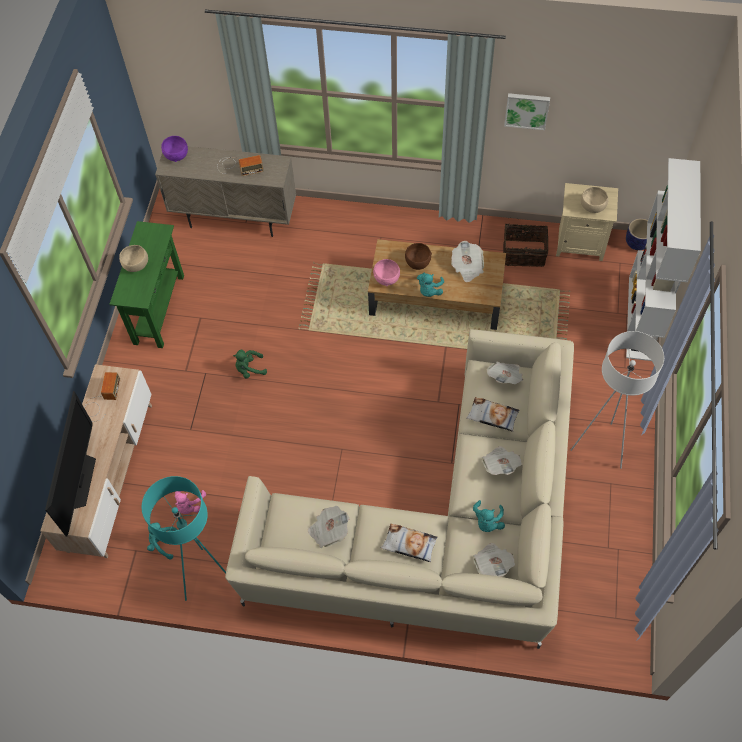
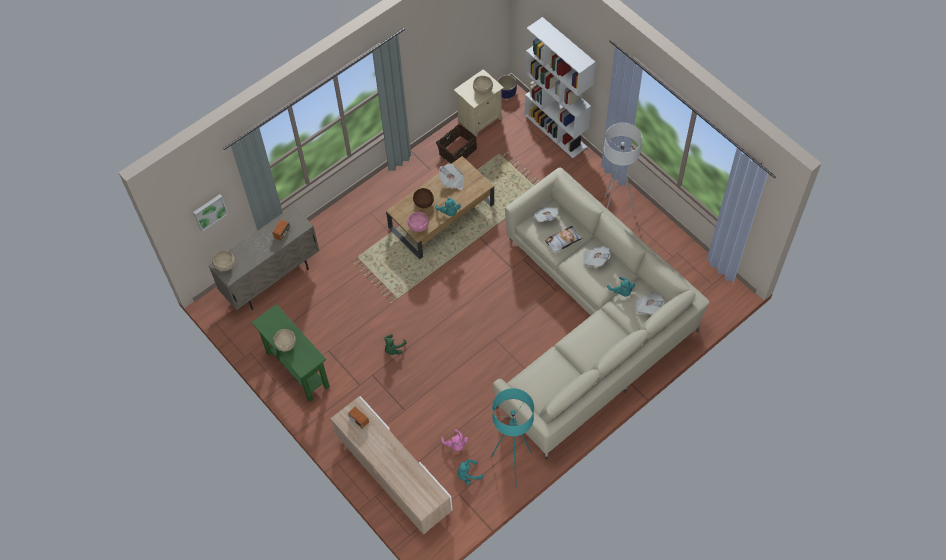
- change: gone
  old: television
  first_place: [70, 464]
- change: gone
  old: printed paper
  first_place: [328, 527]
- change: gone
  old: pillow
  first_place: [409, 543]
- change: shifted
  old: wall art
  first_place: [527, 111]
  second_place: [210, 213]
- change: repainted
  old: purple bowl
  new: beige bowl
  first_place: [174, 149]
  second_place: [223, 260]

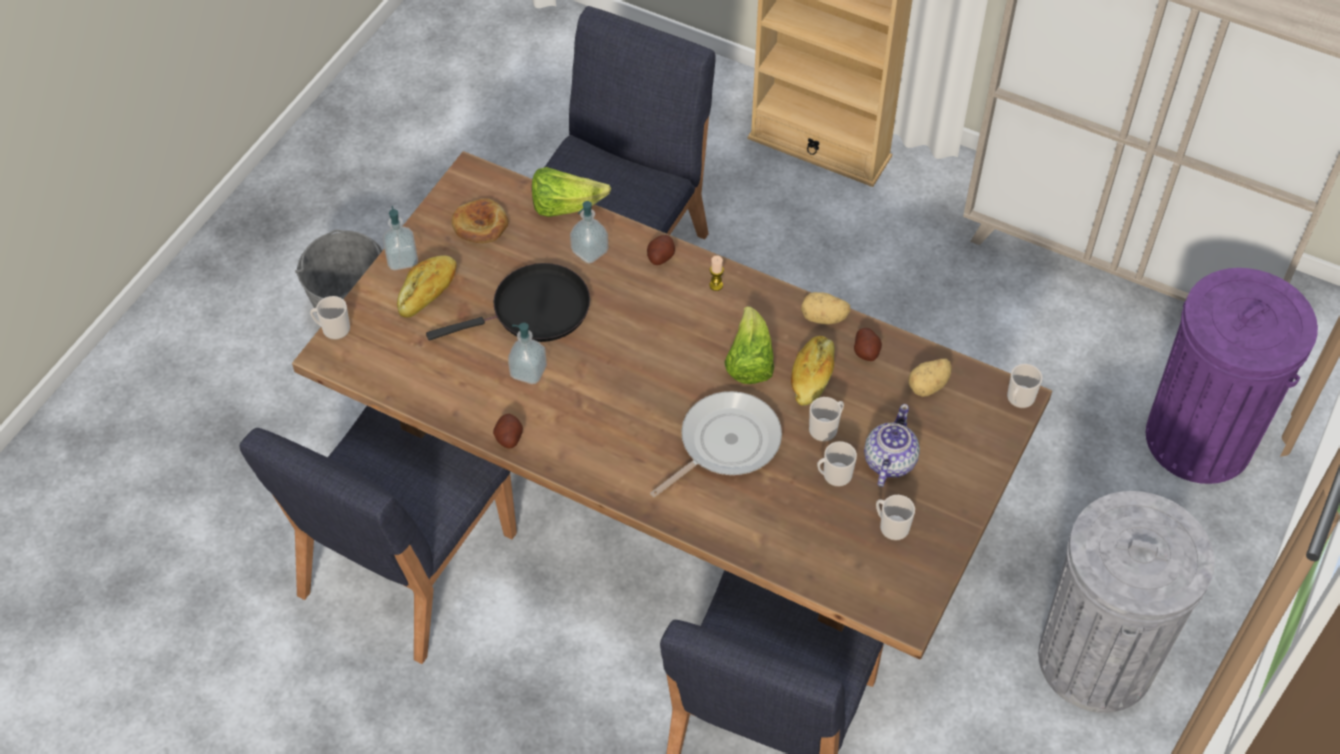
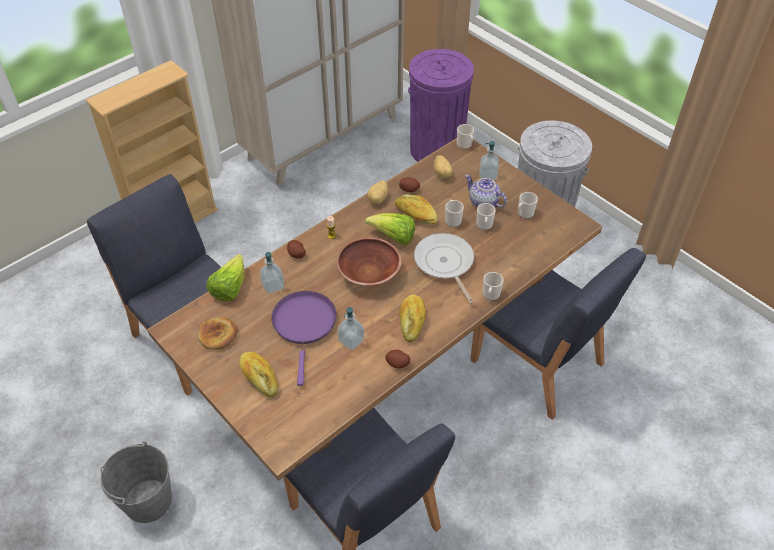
- change: new
  new: brown bowl
  second_place: [369, 261]
- change: new
  new: baked bread
  second_place: [412, 318]
- change: shifted
  old: coffee mug
  first_place: [330, 318]
  second_place: [493, 286]
- change: shifted
  old: soap bottle
  first_place: [400, 238]
  second_place: [489, 160]
- change: repainted
  old: black-coloured frying pan
  new: purple frying pan
  first_place: [508, 302]
  second_place: [304, 338]

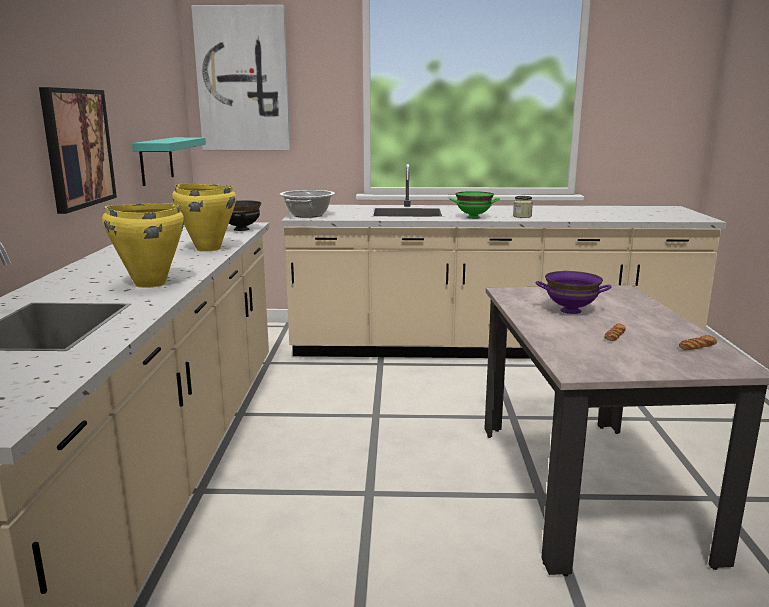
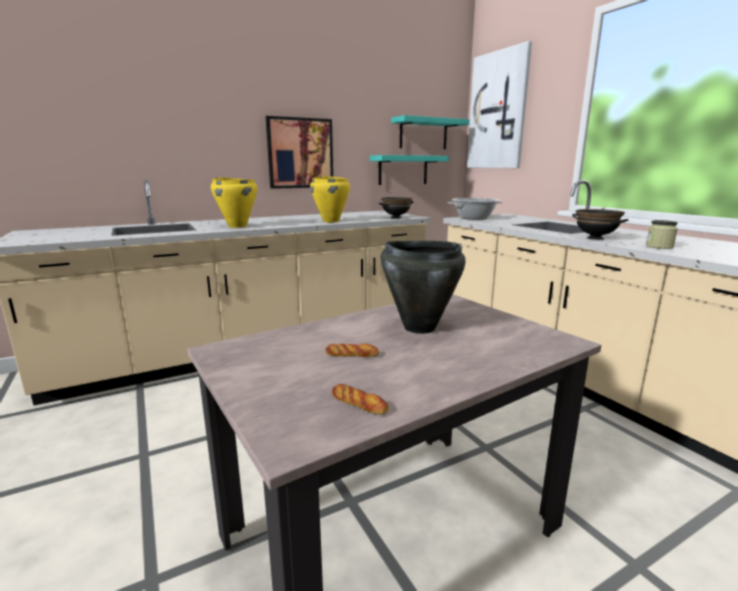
- change: new
  new: blue-green shelf
  second_place: [430, 132]
- change: swapped
  old: purple bowl
  new: black-coloured cooking pot
  first_place: [573, 292]
  second_place: [423, 287]
- change: repainted
  old: greenish bowl
  new: black-coloured bowl
  first_place: [474, 205]
  second_place: [600, 224]

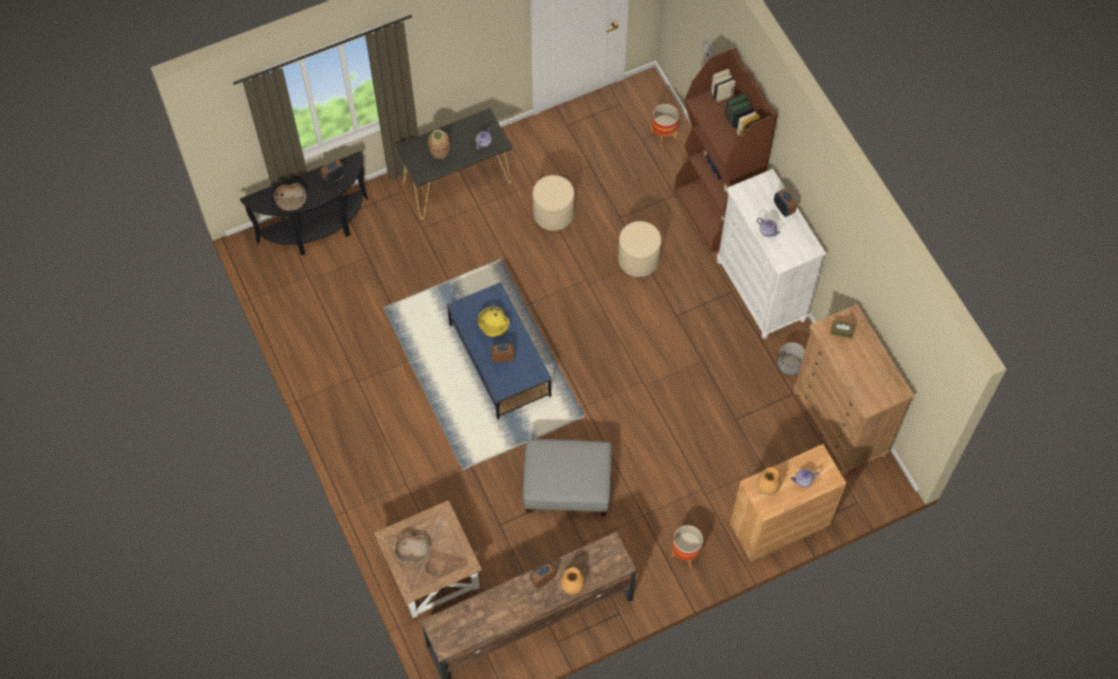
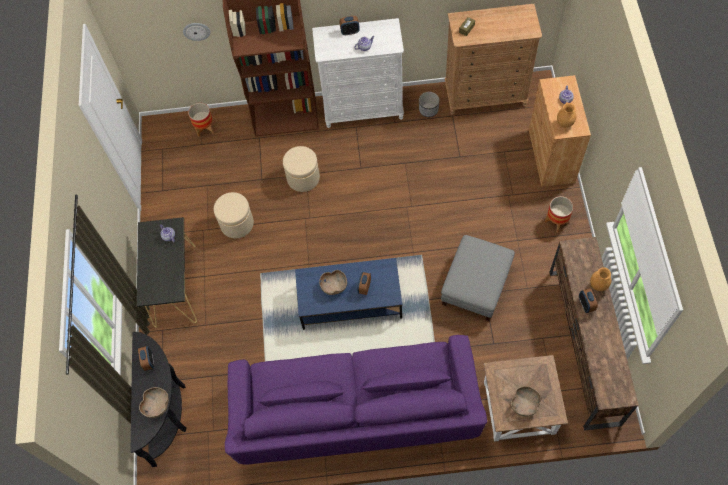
- change: gone
  old: decorative vase
  first_place: [439, 144]
- change: new
  new: purple couch
  second_place: [356, 400]
- change: repainted
  old: yellow-coloured bowl
  new: brown bowl
  first_place: [493, 322]
  second_place: [333, 282]

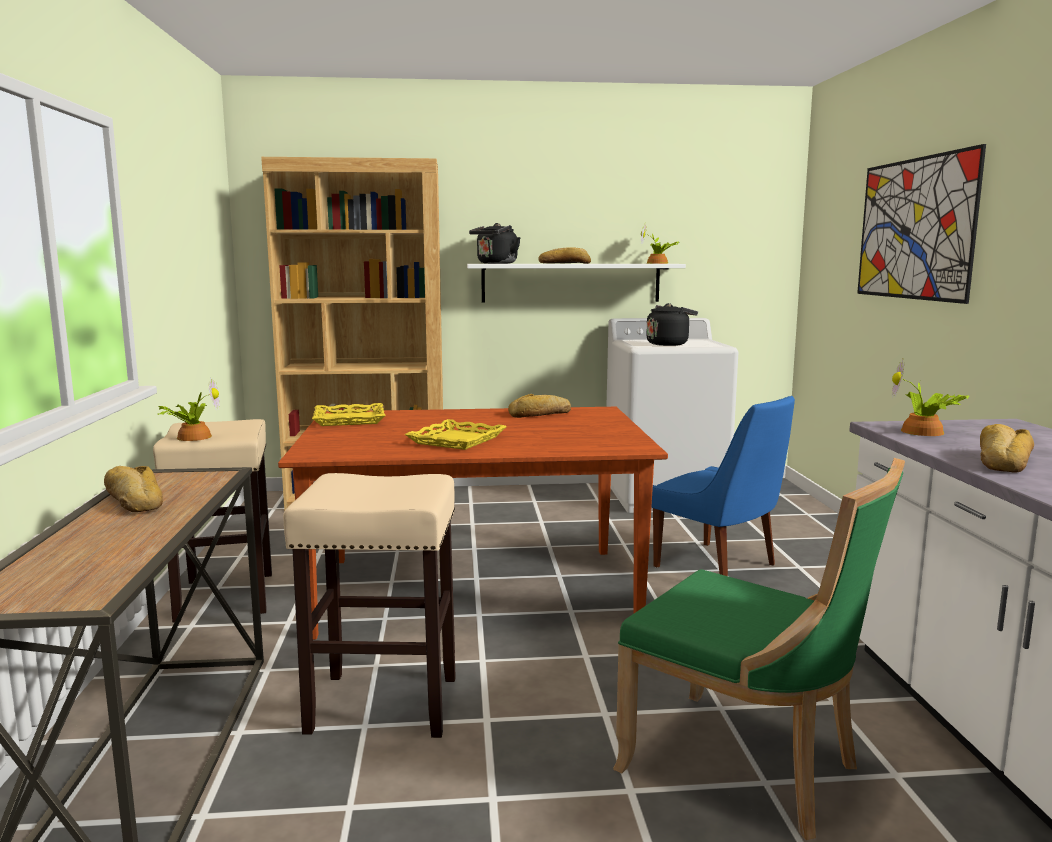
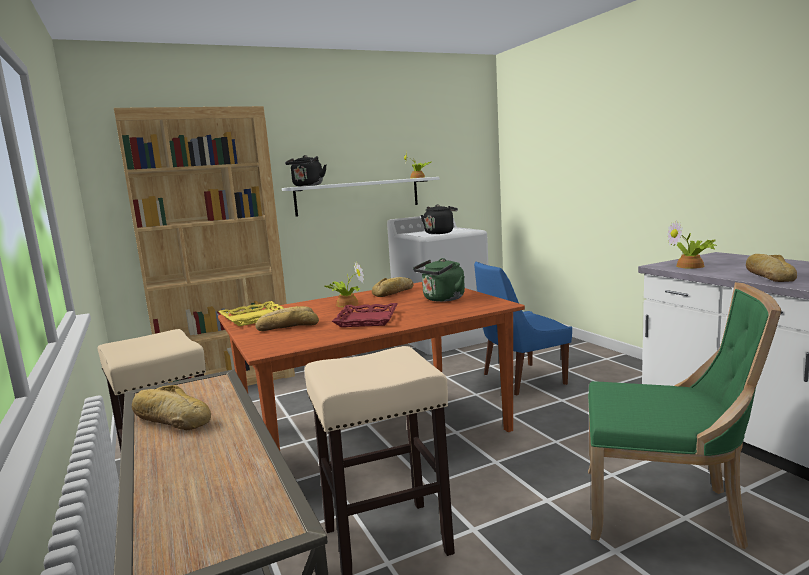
- change: gone
  old: wall art
  first_place: [921, 224]
- change: new
  new: greenish water kettle
  second_place: [439, 280]
- change: shifted
  old: plant in a pot
  first_place: [188, 409]
  second_place: [344, 284]
- change: shifted
  old: baked bread
  first_place: [565, 255]
  second_place: [287, 318]
- change: repainted
  old: yellow-coloured tray
  new: red tray
  first_place: [456, 434]
  second_place: [364, 315]
- change: rotated
  old: blue-coloured plain chair
  first_place: [723, 486]
  second_place: [523, 329]
  degrees: 135

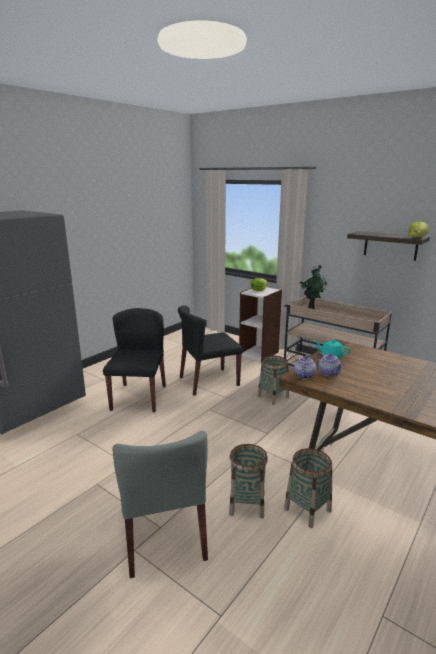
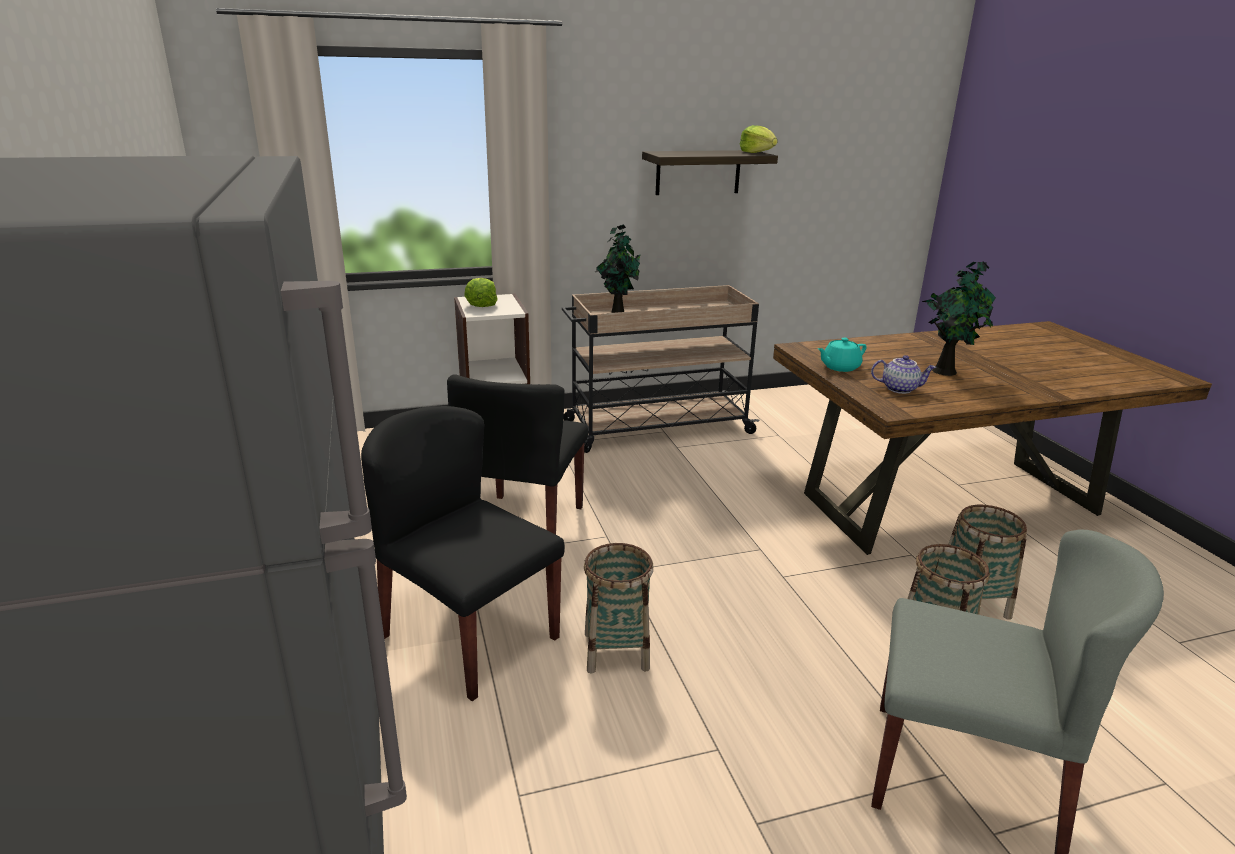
- change: gone
  old: tea pot
  first_place: [305, 366]
- change: new
  new: plant in a pot
  second_place: [959, 319]
- change: shifted
  old: storage basket
  first_place: [273, 380]
  second_place: [618, 608]

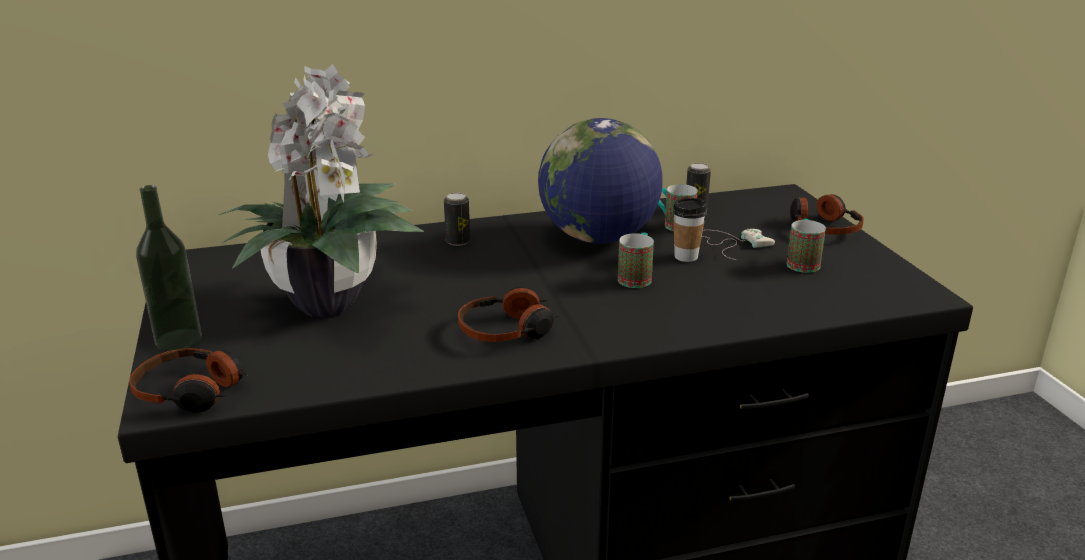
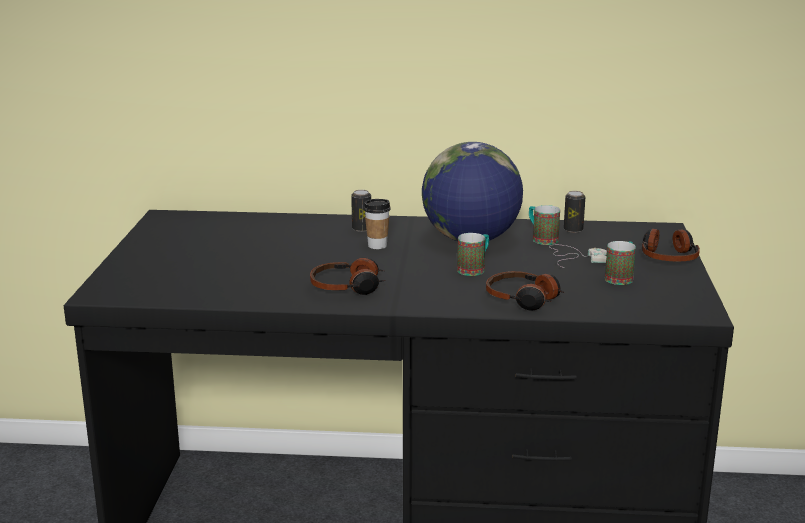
- change: gone
  old: beverage bottle
  first_place: [169, 268]
- change: gone
  old: plant in a pot
  first_place: [321, 191]
- change: shifted
  old: headset
  first_place: [188, 380]
  second_place: [525, 290]
- change: shifted
  old: drinking cup
  first_place: [690, 230]
  second_place: [377, 224]

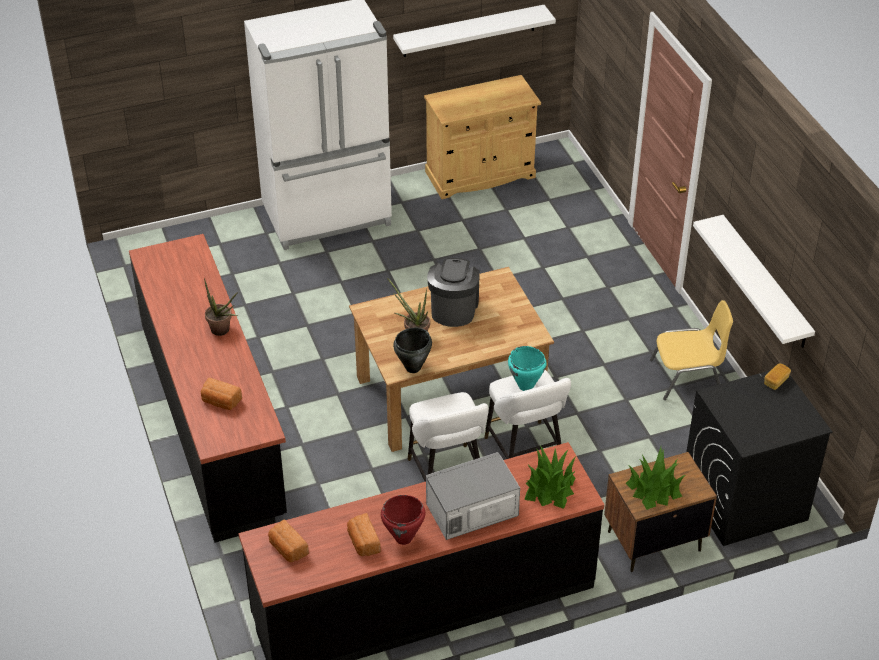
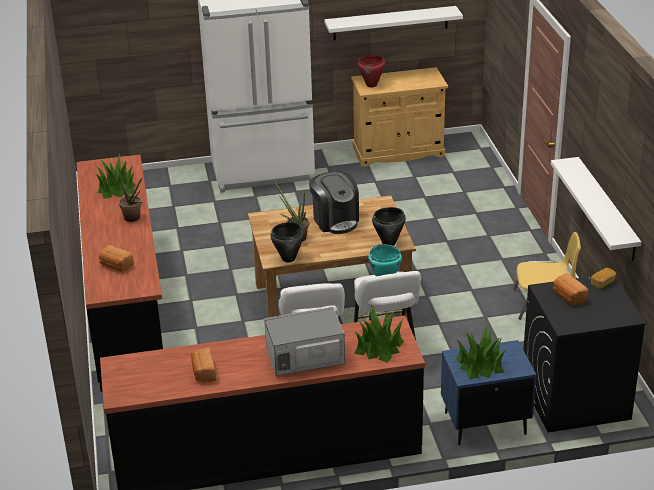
- change: new
  new: plant in a pot
  second_place: [116, 176]
- change: new
  new: black-coloured cooking pot
  second_place: [389, 226]
- change: shifted
  old: baked bread
  first_place: [288, 540]
  second_place: [570, 289]
- change: shifted
  old: red cooking pot
  first_place: [403, 520]
  second_place: [371, 71]
- change: repainted
  old: brown night table
  new: blue-coloured night table
  first_place: [660, 512]
  second_place: [489, 392]
- change: rotated
  old: coffee machine
  first_place: [453, 292]
  second_place: [334, 202]
  degrees: 135

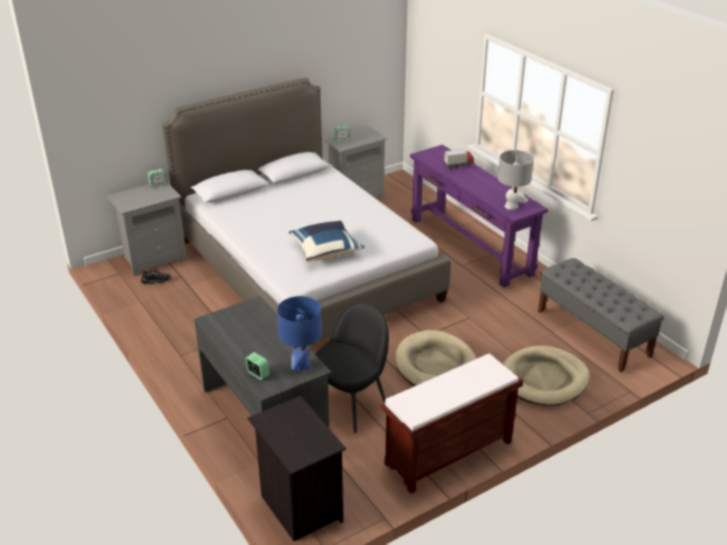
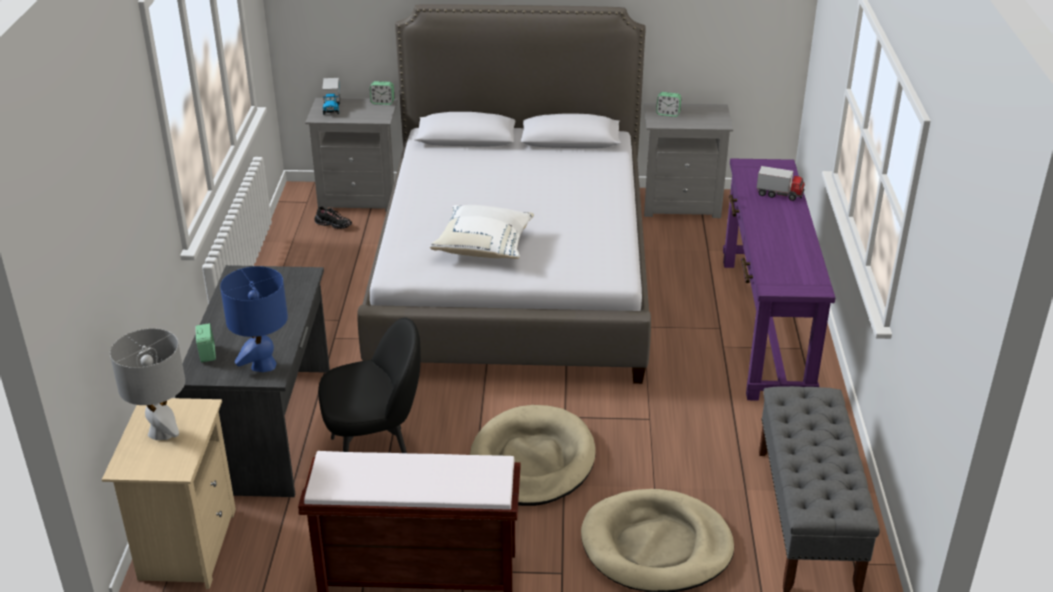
- change: new
  new: toy truck
  second_place: [331, 96]
- change: shifted
  old: grey lamp for a table
  first_place: [516, 180]
  second_place: [147, 384]
- change: repainted
  old: black-coloured night table
  new: beige night table
  first_place: [297, 468]
  second_place: [169, 493]
- change: repainted
  old: blue-coloured pillow
  new: whitish pillow
  first_place: [327, 241]
  second_place: [482, 232]

